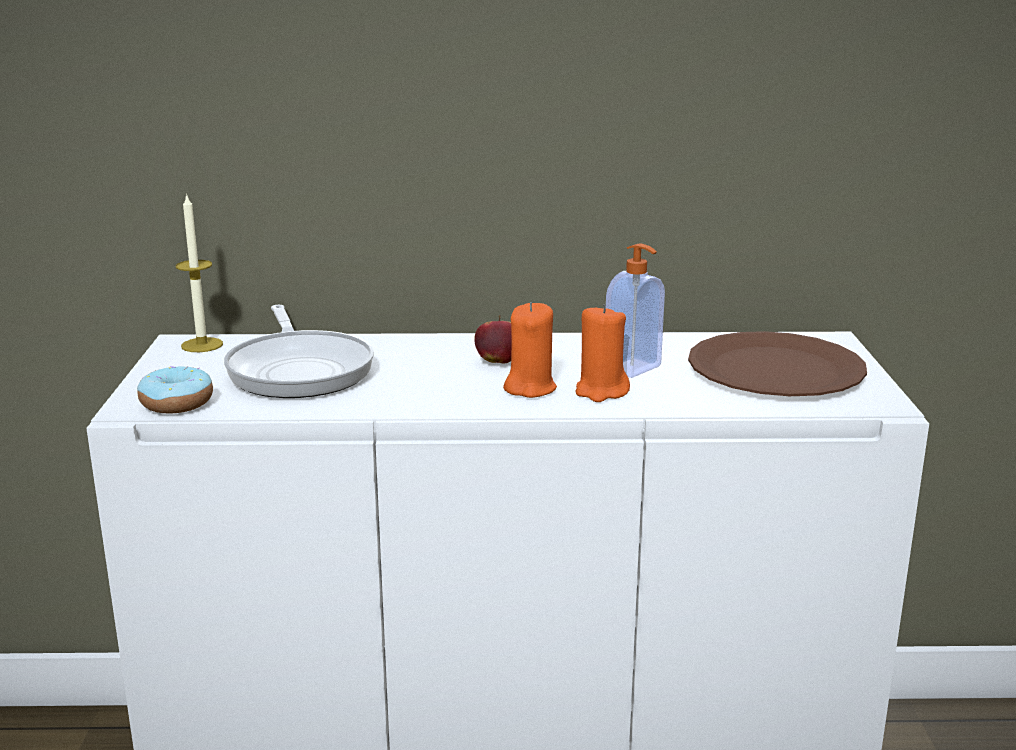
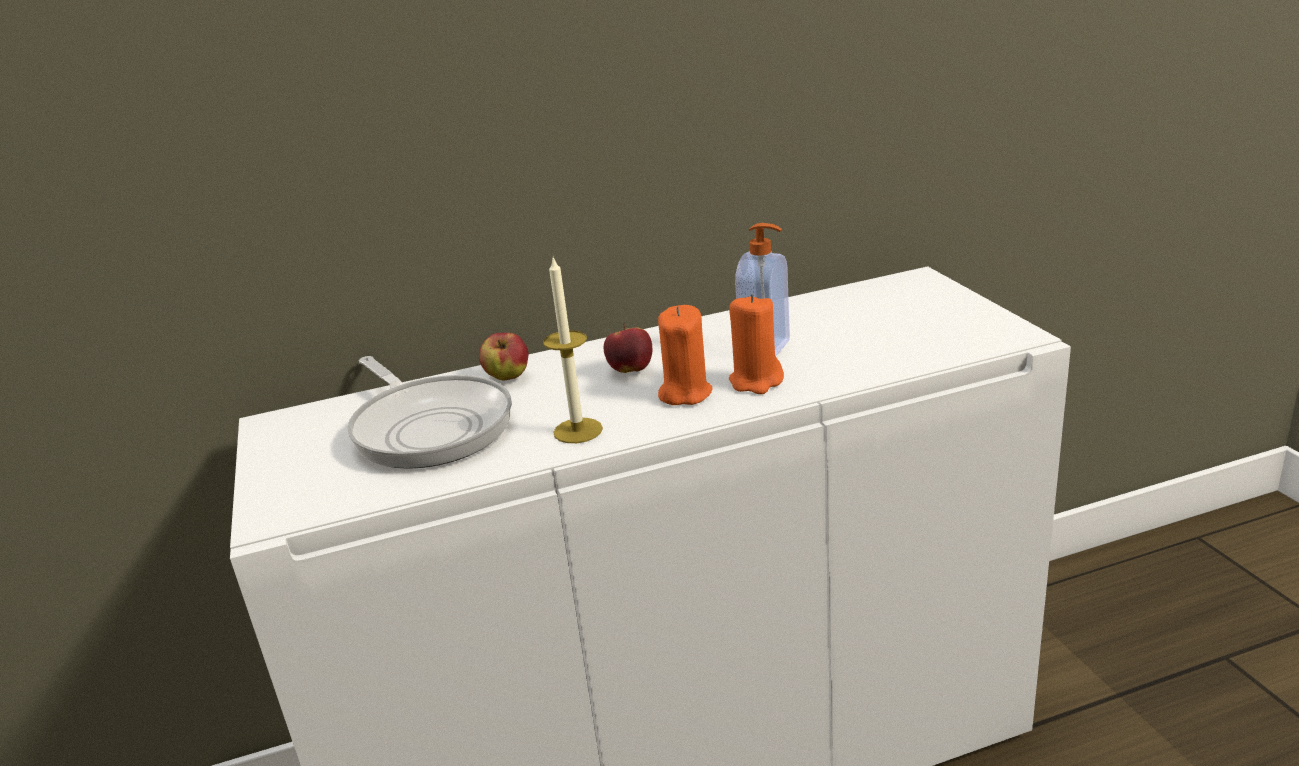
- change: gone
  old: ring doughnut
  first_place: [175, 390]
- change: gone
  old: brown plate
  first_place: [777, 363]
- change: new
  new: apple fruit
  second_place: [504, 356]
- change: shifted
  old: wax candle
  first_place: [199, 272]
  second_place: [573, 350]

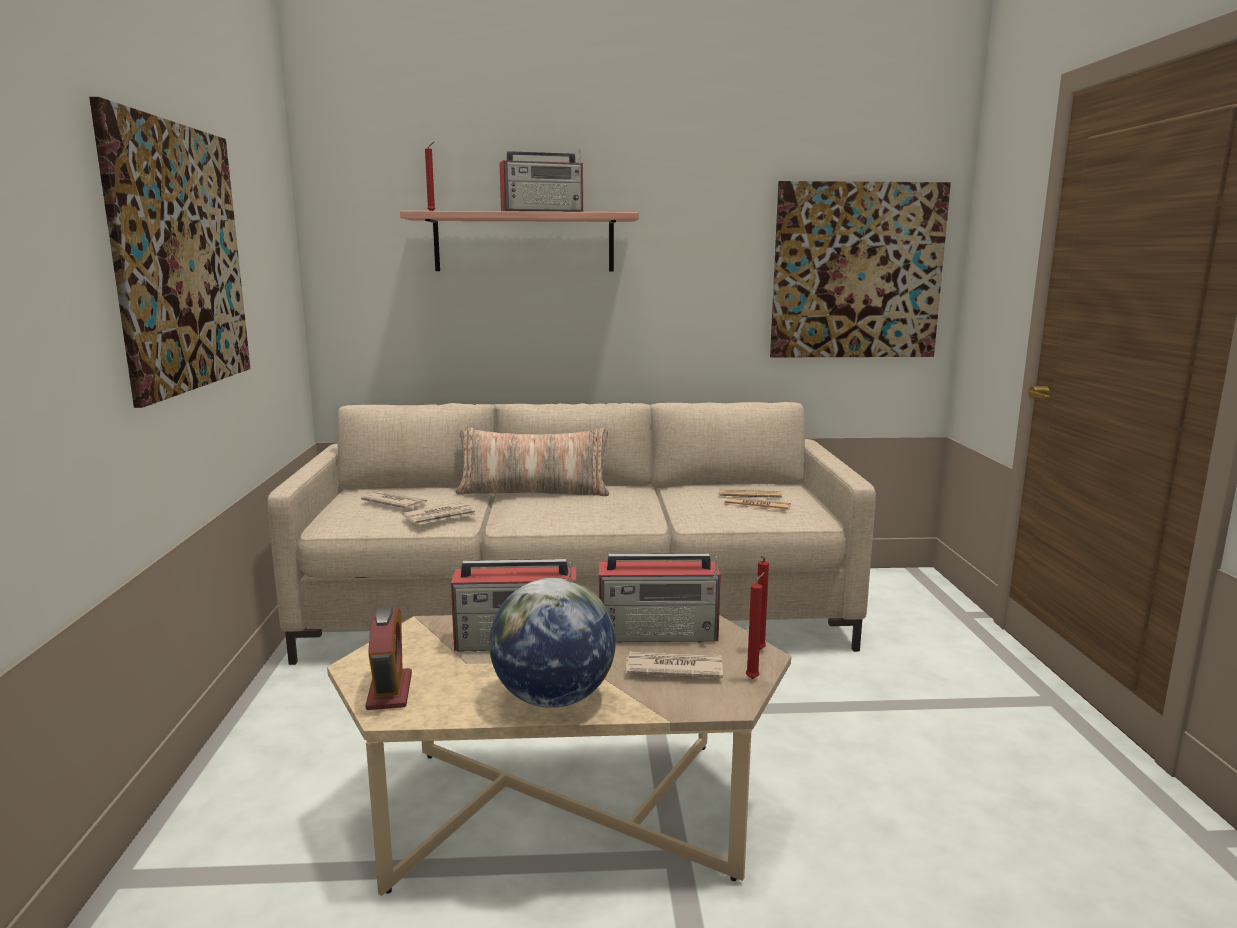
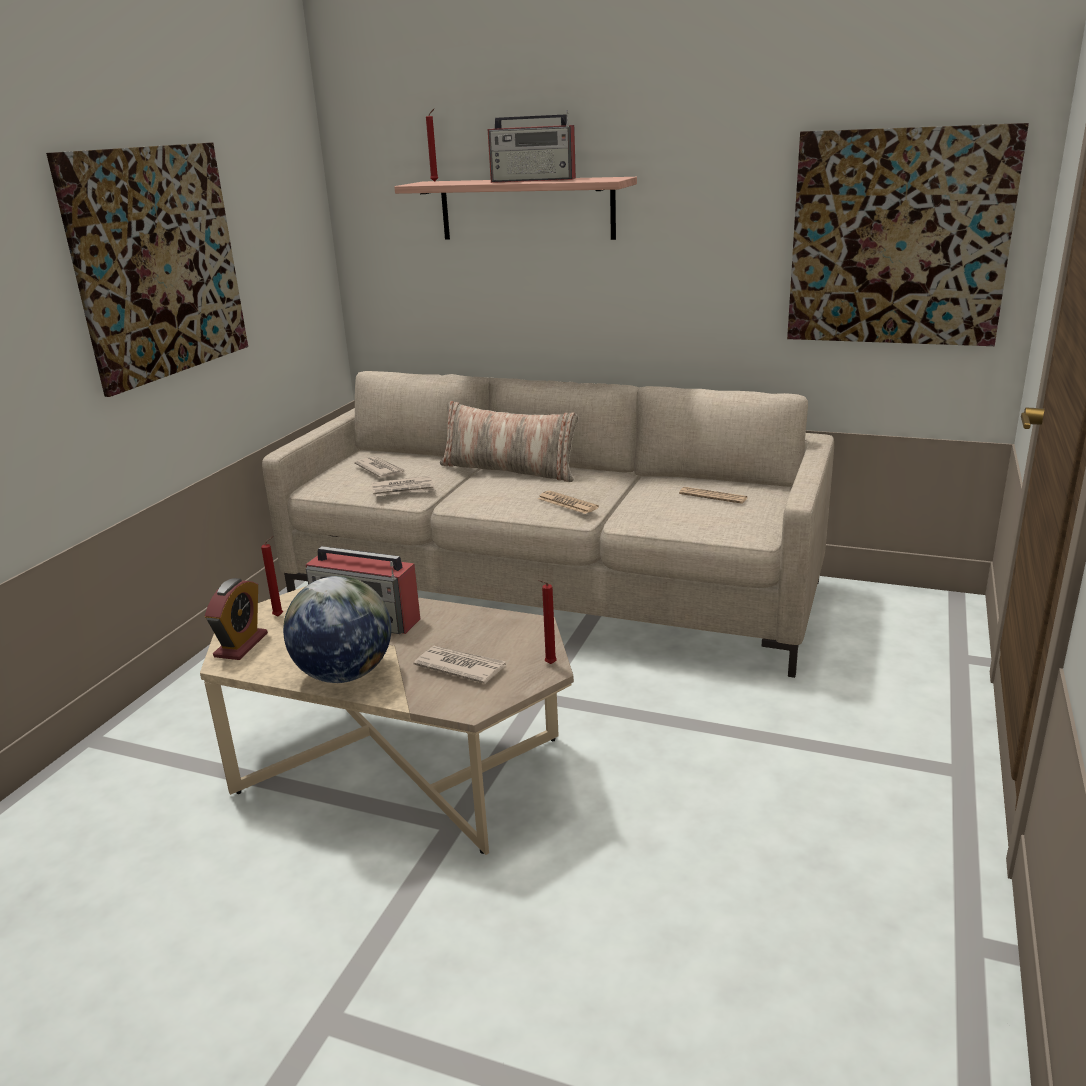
- change: gone
  old: radio
  first_place: [660, 598]
- change: shifted
  old: printed paper
  first_place: [757, 503]
  second_place: [568, 502]
- change: shifted
  old: red wax candle
  first_place: [755, 625]
  second_place: [272, 576]

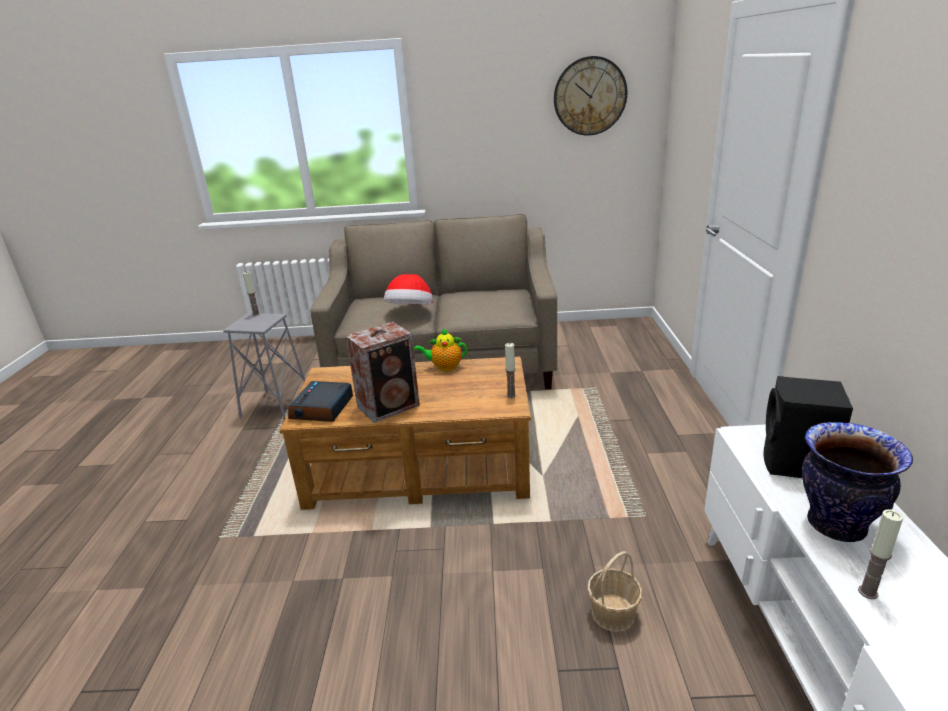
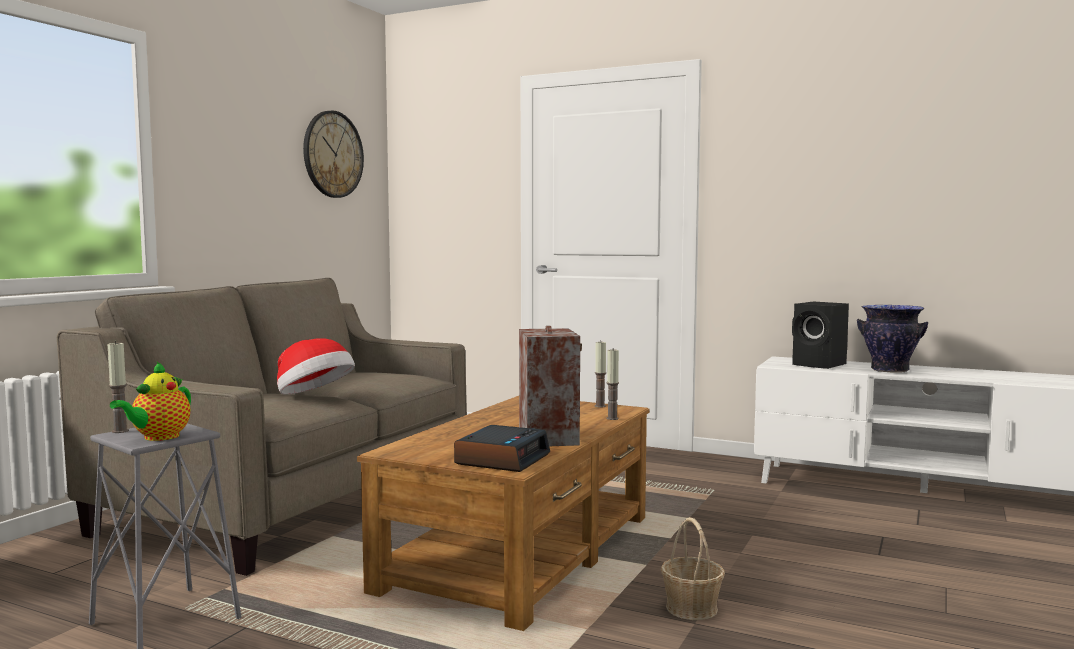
- change: shifted
  old: tea pot
  first_place: [440, 349]
  second_place: [150, 401]
- change: shifted
  old: storage basket
  first_place: [614, 591]
  second_place: [693, 568]
- change: shifted
  old: wax candle
  first_place: [880, 554]
  second_place: [612, 385]
- change: rotated
  old: table clock
  first_place: [320, 401]
  second_place: [502, 448]
  degrees: -105

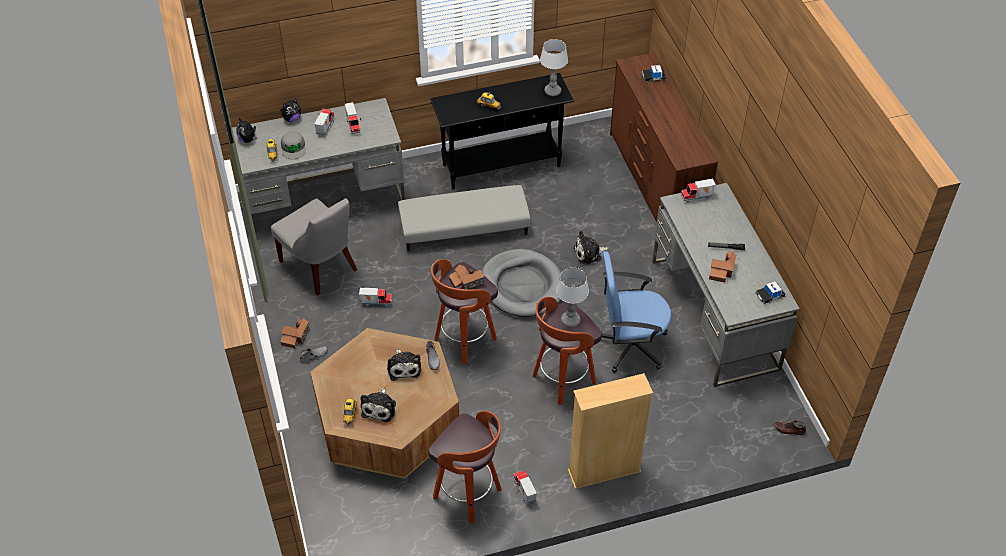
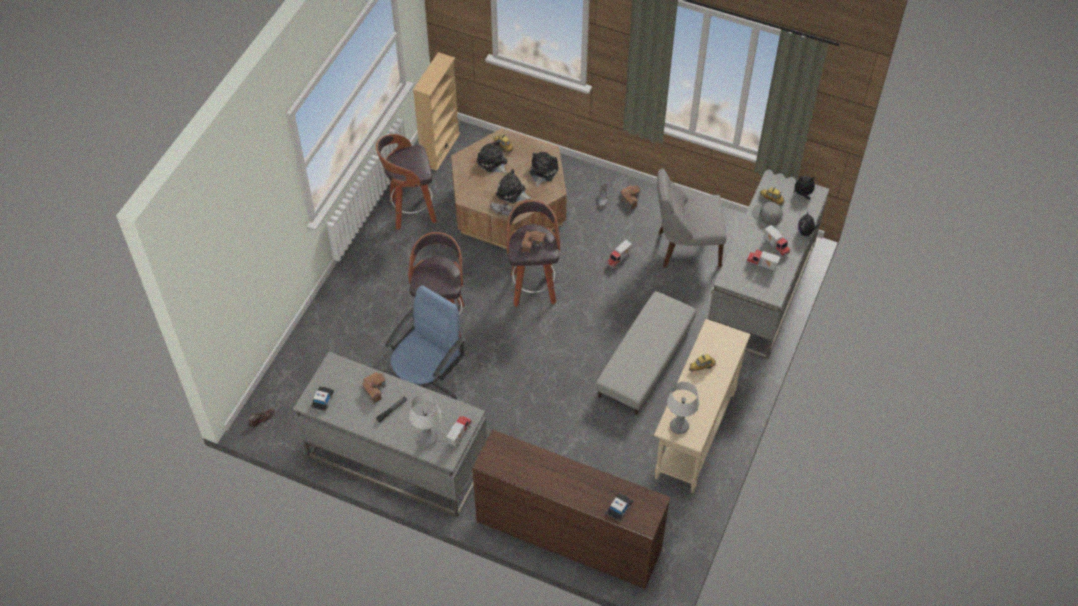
- change: gone
  old: grey pet bed
  first_place: [524, 283]
- change: gone
  old: toy truck
  first_place: [525, 487]
- change: shifted
  old: lamp for a table
  first_place: [572, 298]
  second_place: [425, 420]
- change: shifted
  old: beige shelving unit
  first_place: [610, 431]
  second_place: [436, 111]
- change: shifted
  old: cuddly toy
  first_place: [591, 248]
  second_place: [544, 169]
- change: repainted
  old: black-coloured hall table
  new: beige hall table
  first_place: [502, 131]
  second_place: [702, 406]

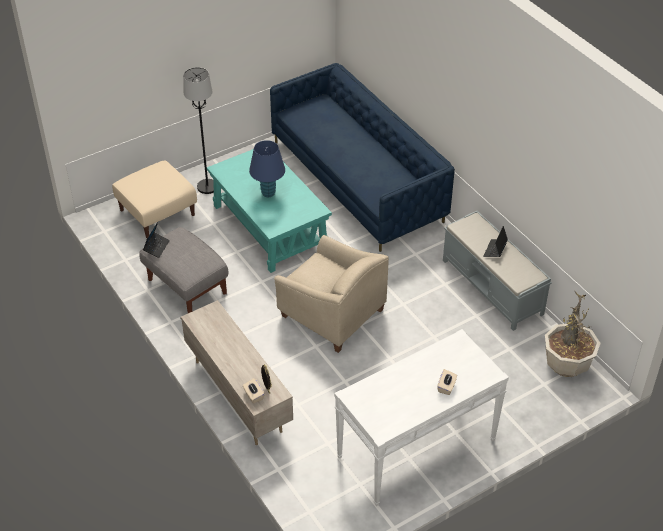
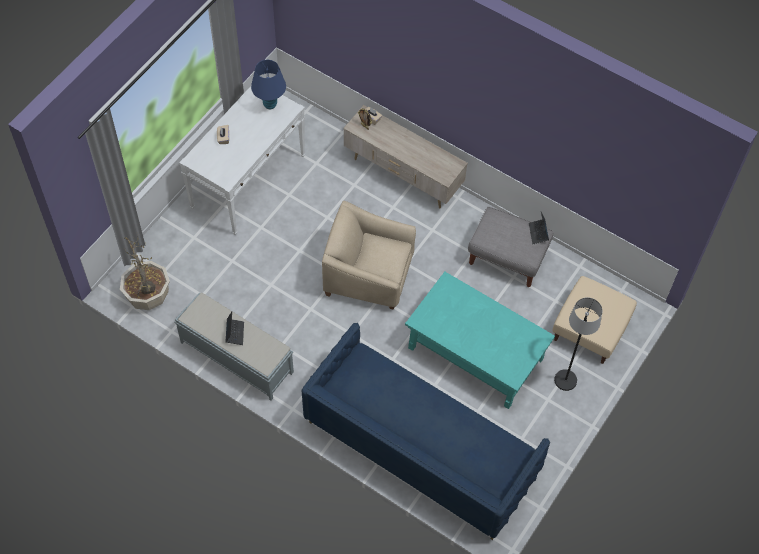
- change: shifted
  old: blue-coloured lamp for a table
  first_place: [267, 168]
  second_place: [268, 84]

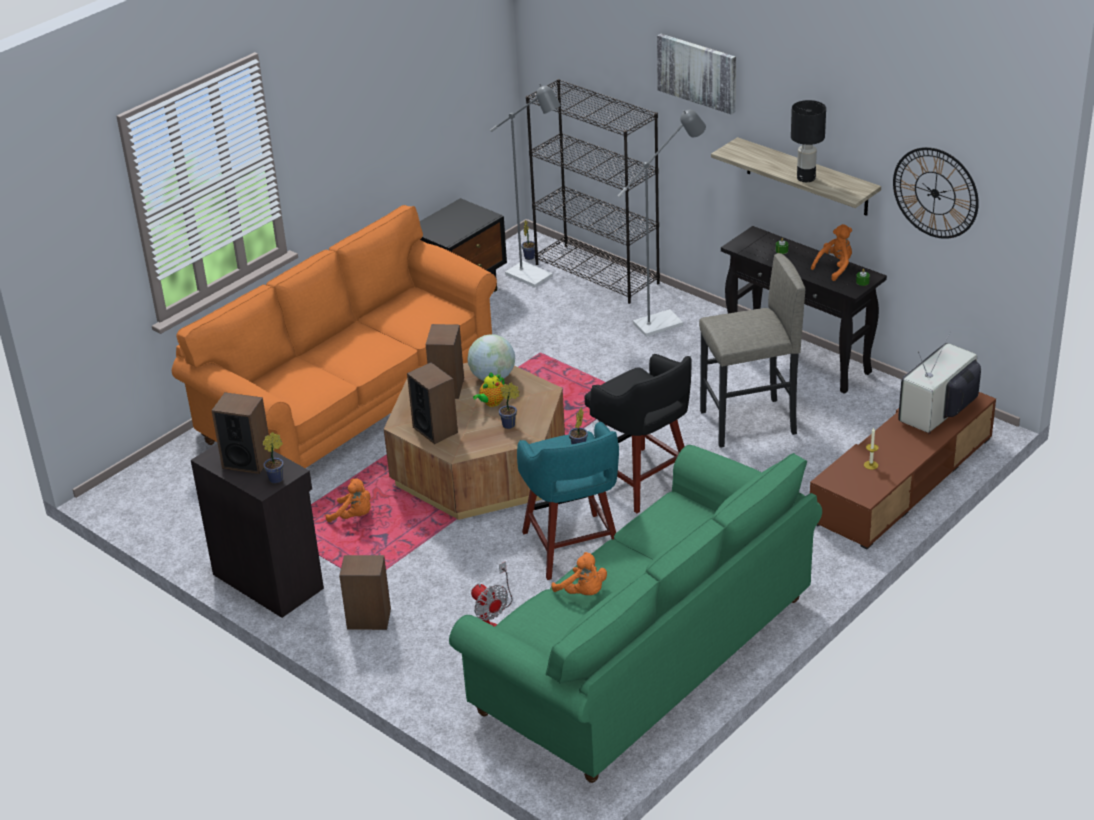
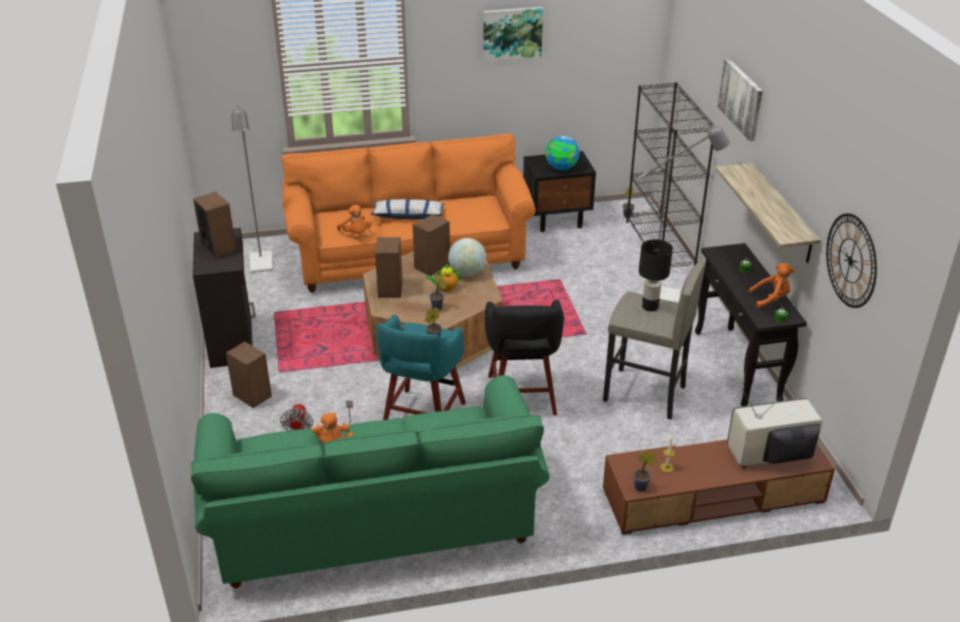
- change: new
  new: pillow
  second_place: [407, 209]
- change: new
  new: wall art
  second_place: [513, 34]
- change: new
  new: desk globe
  second_place: [562, 153]
- change: shifted
  old: plant in a pot
  first_place: [273, 458]
  second_place: [645, 471]
- change: shifted
  old: orangey cuddly toy
  first_place: [348, 500]
  second_place: [354, 219]
- change: shifted
  old: grey standard lamp
  first_place: [525, 185]
  second_place: [252, 189]
- change: shifted
  old: black-coloured lamp for a table
  first_place: [808, 141]
  second_place: [656, 275]

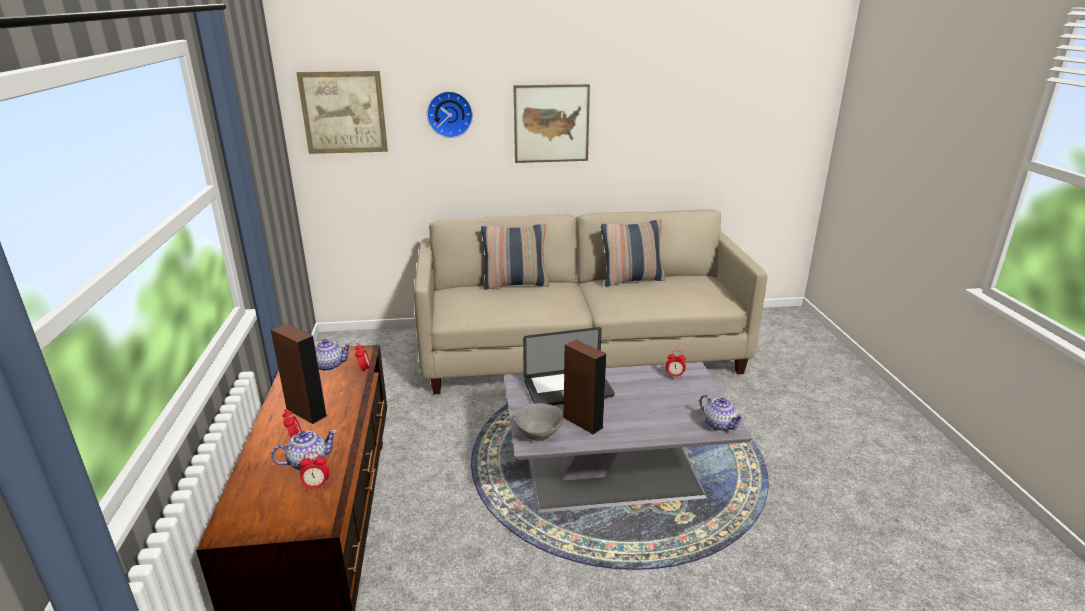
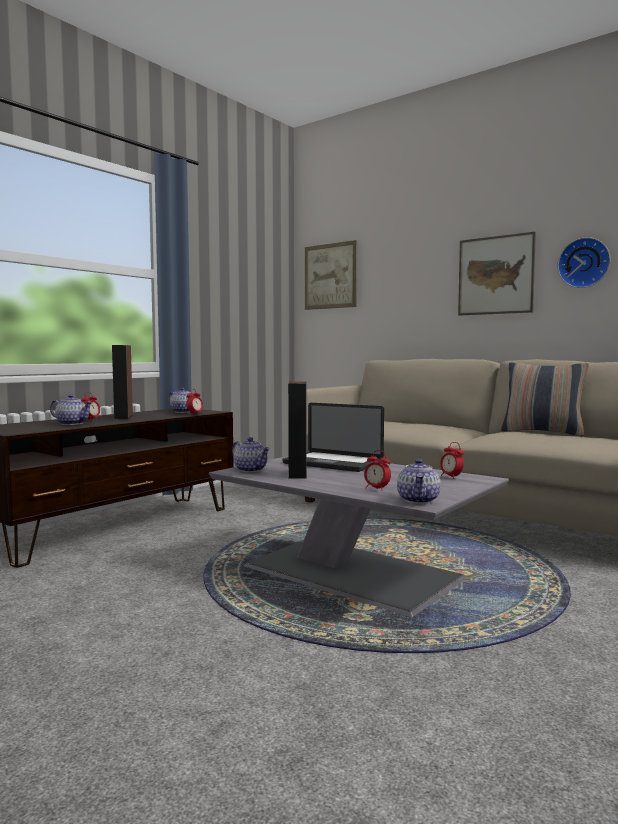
- change: gone
  old: pillow
  first_place: [515, 257]
- change: shifted
  old: table clock
  first_place: [314, 472]
  second_place: [377, 470]
- change: shifted
  old: hanging clock
  first_place: [450, 114]
  second_place: [583, 262]
- change: swapped
  old: grey bowl
  new: tea pot
  first_place: [539, 422]
  second_place: [251, 454]

